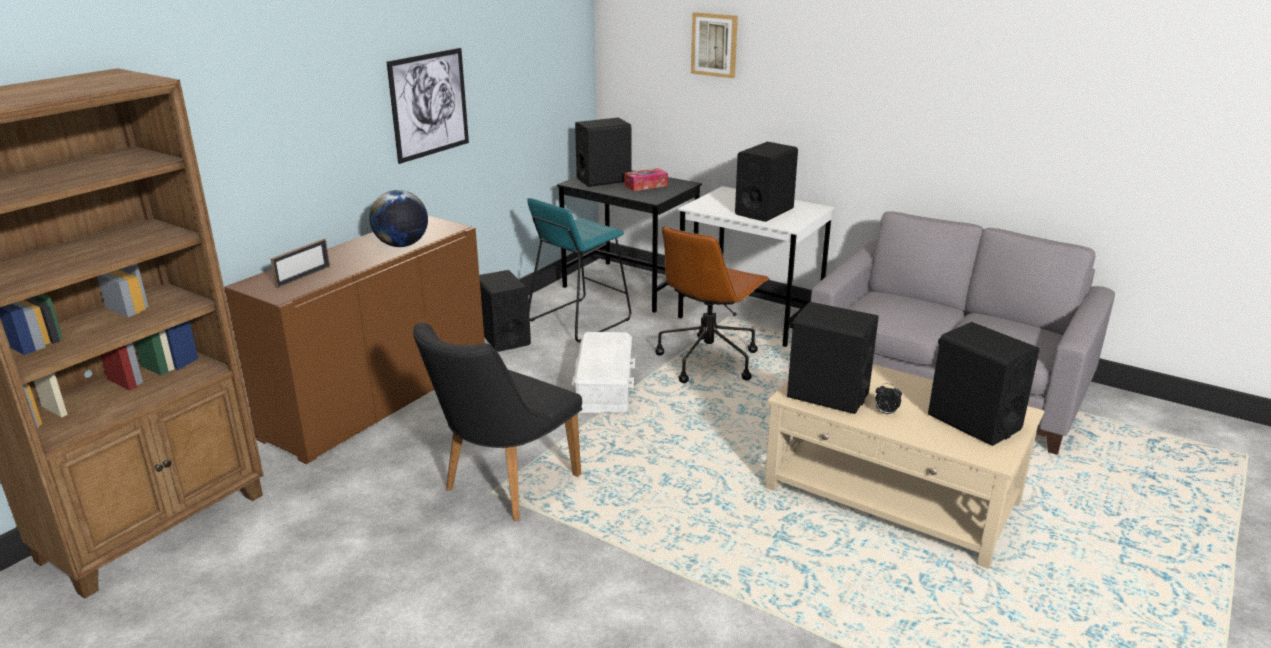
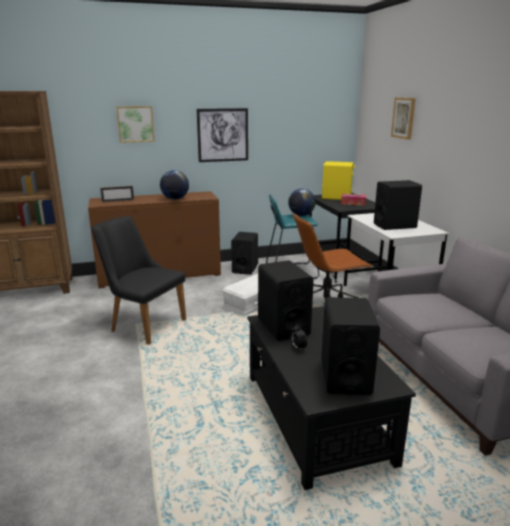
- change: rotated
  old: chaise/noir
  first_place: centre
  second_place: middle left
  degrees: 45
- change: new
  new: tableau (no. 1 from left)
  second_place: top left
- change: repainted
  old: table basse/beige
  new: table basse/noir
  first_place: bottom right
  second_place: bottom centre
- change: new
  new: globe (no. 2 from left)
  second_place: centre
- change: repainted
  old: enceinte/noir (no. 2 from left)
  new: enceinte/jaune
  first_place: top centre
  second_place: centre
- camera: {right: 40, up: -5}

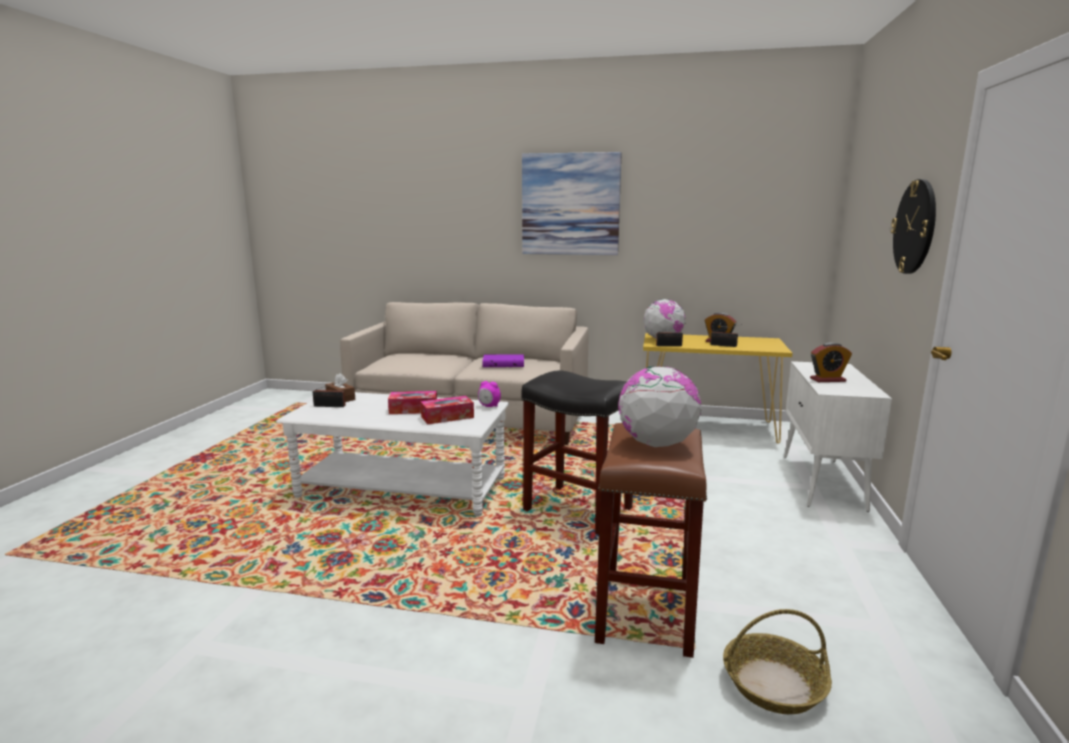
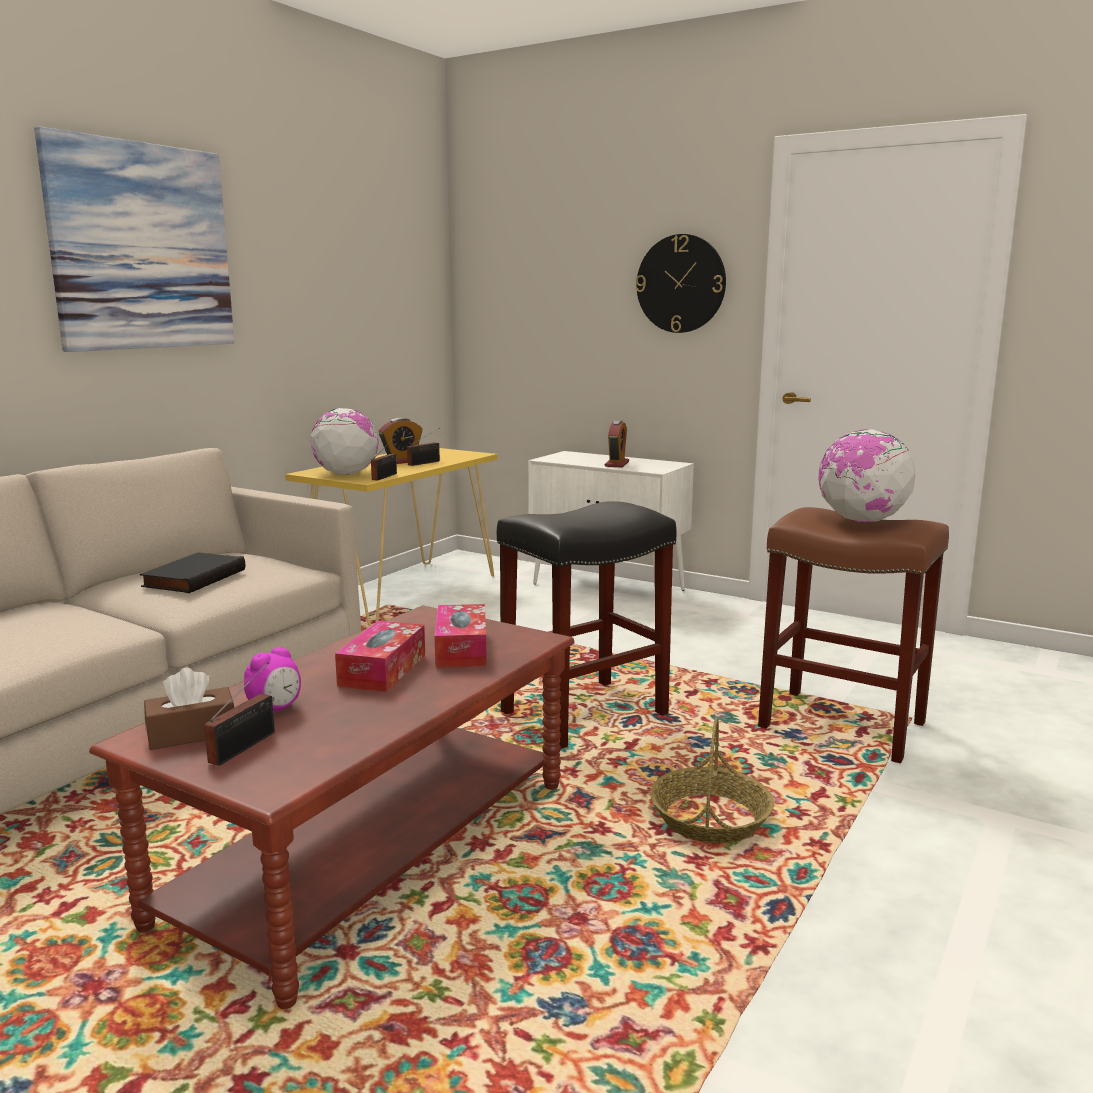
- change: repainted
  old: table basse/blanc
  new: table basse/marron
  first_place: centre
  second_place: bottom left
- change: repainted
  old: livre/violet
  new: livre/noir
  first_place: centre
  second_place: middle left
- change: shifted
  old: réveil (no. 1 from left)
  first_place: centre
  second_place: middle left
- change: shifted
  old: panier
  first_place: bottom right
  second_place: bottom centre
- camera: {right: -70, up: 0}

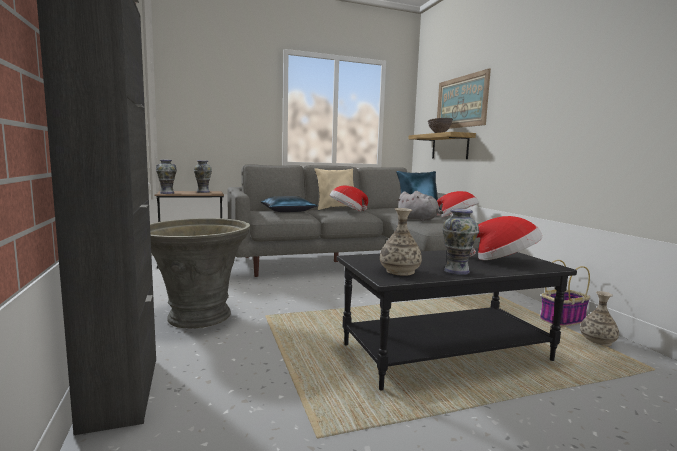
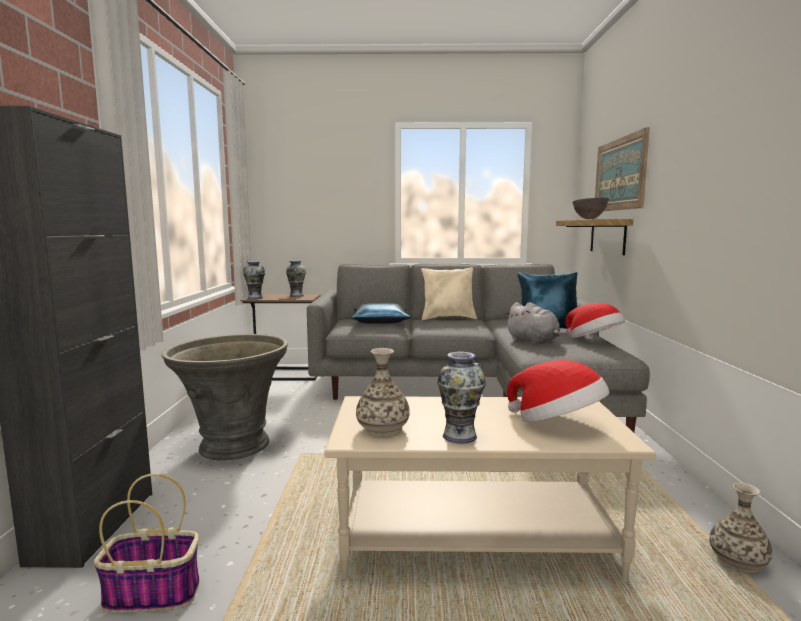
- change: shifted
  old: panier
  first_place: middle right
  second_place: bottom left
- change: repainted
  old: table basse/noir
  new: table basse/beige
  first_place: bottom right
  second_place: bottom centre
- change: gone
  old: chapeau (no. 1 from left)
  first_place: centre
- camera: {right: 20, up: 0}

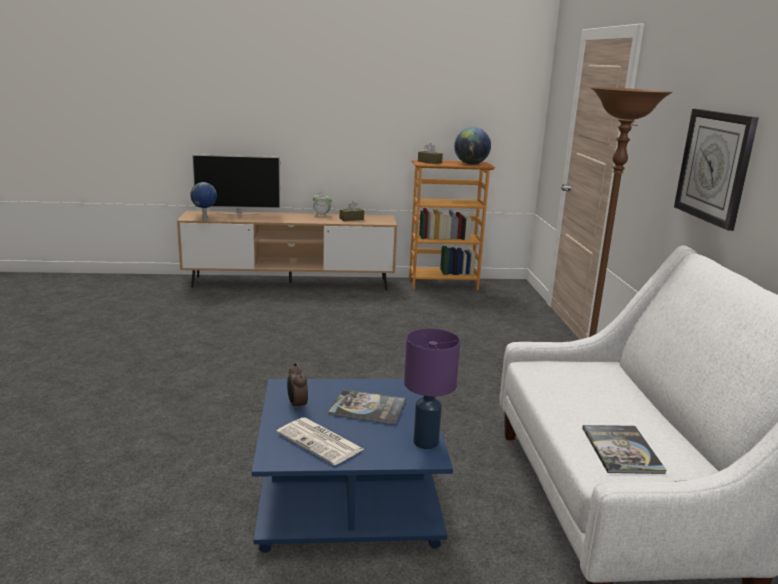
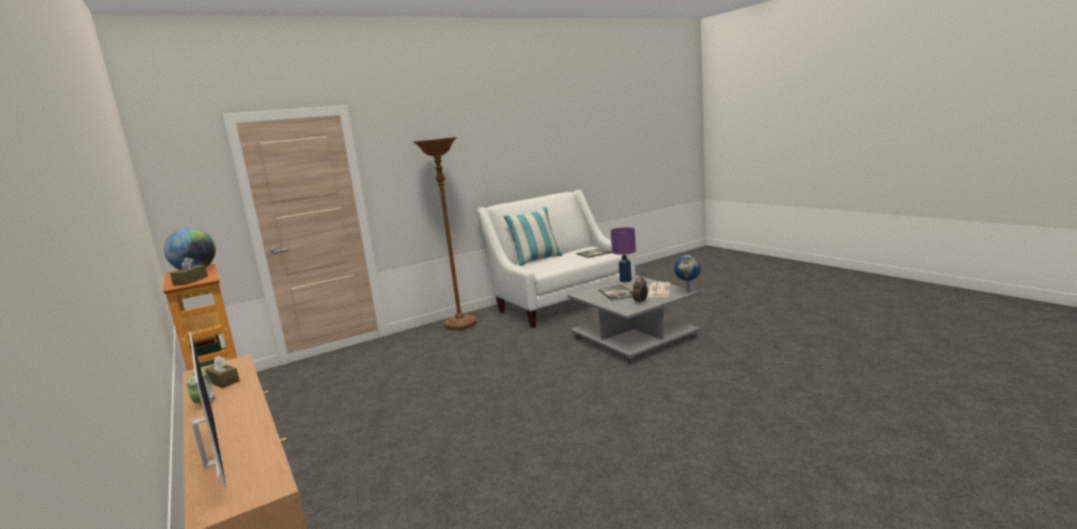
- change: new
  new: coussin
  second_place: centre
- change: repainted
  old: table basse/bleu
  new: table basse/gris
  first_place: bottom centre
  second_place: centre
- change: shifted
  old: globe (no. 1 from left in the first image)
  new: globe (no. 2 from left)
  first_place: middle left
  second_place: centre
- change: gone
  old: horloge murale
  first_place: top right
- camera: {right: -115, up: -5}

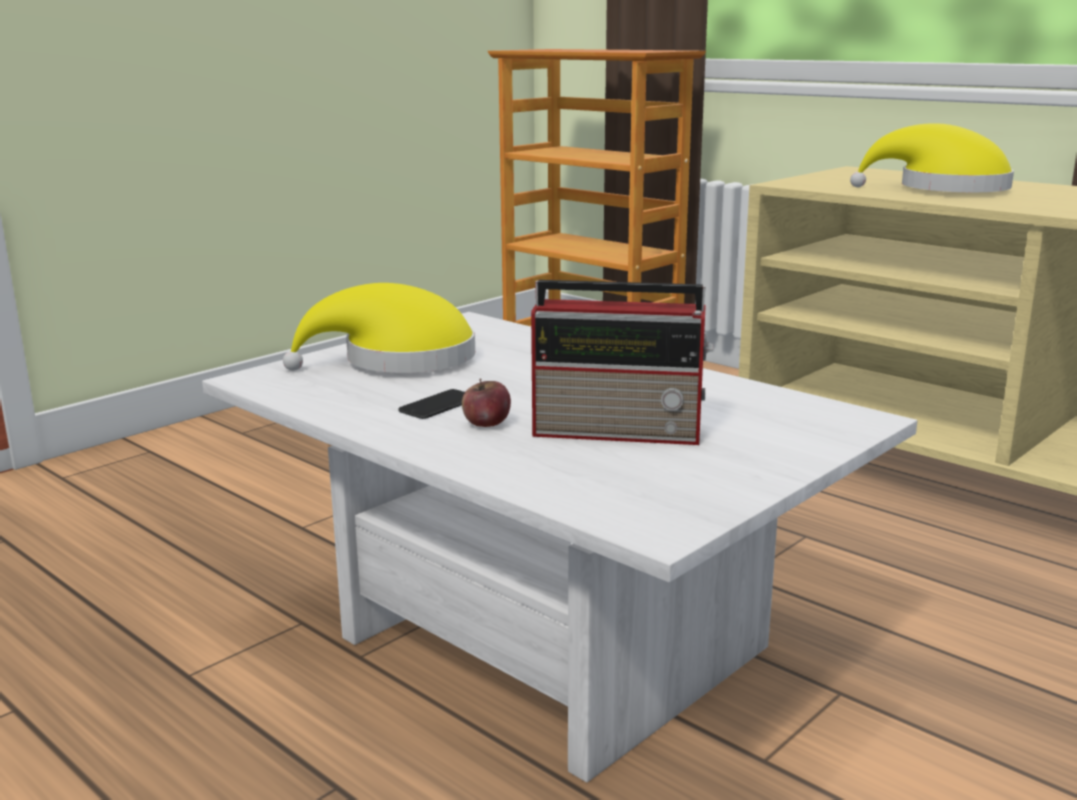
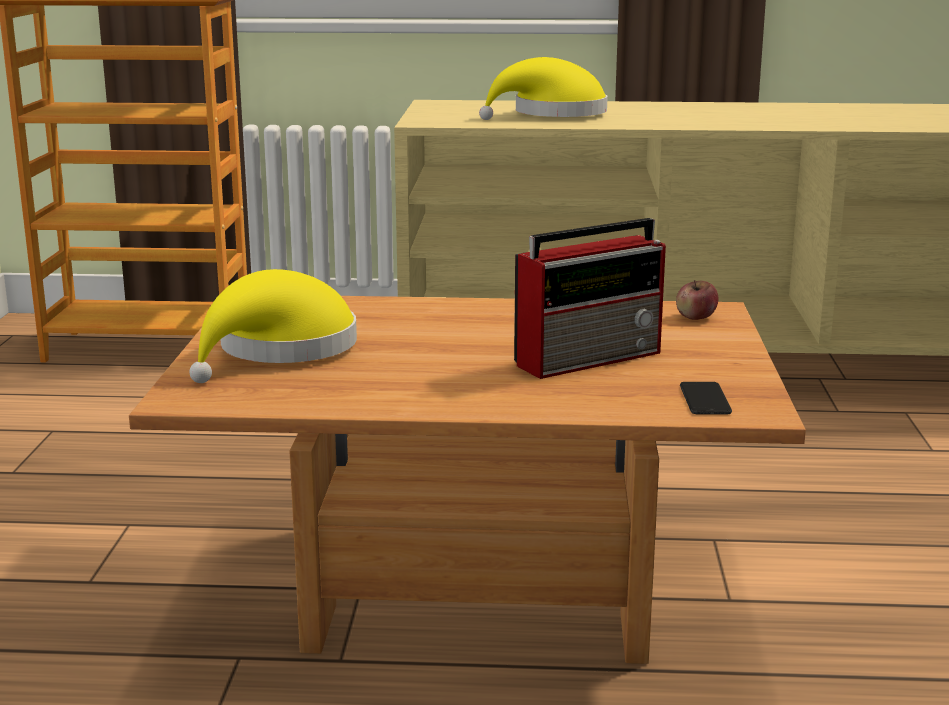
- change: repainted
  old: table basse/blanc
  new: table basse/marron
  first_place: bottom centre
  second_place: bottom centre
- change: shifted
  old: pomme
  first_place: centre
  second_place: middle right
- change: shifted
  old: téléphone
  first_place: centre
  second_place: middle right
- camera: {right: -40, up: 0}

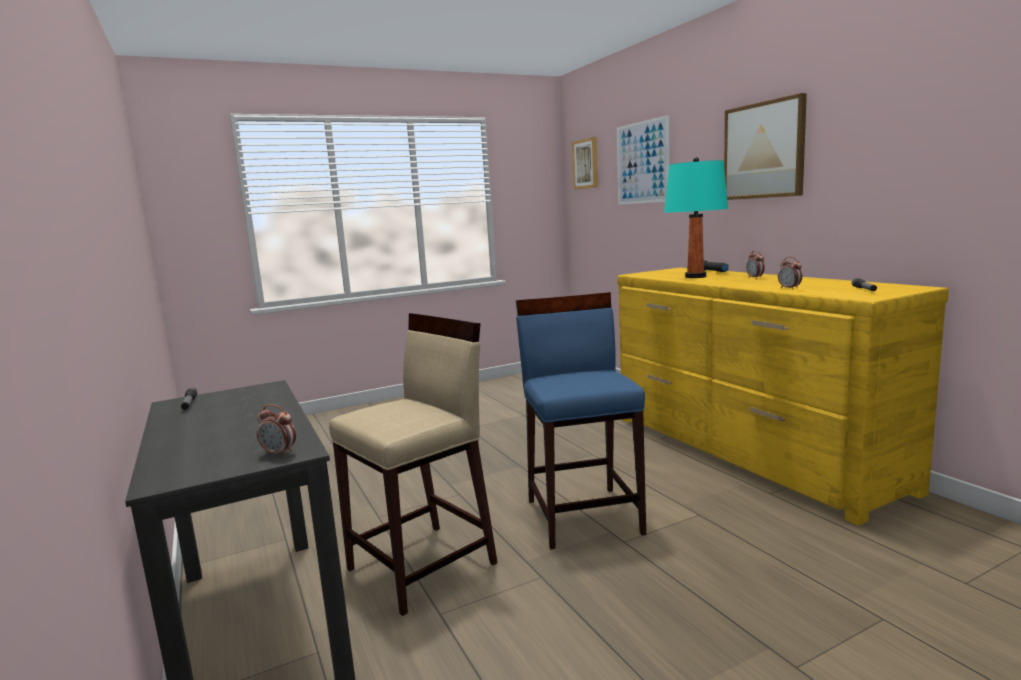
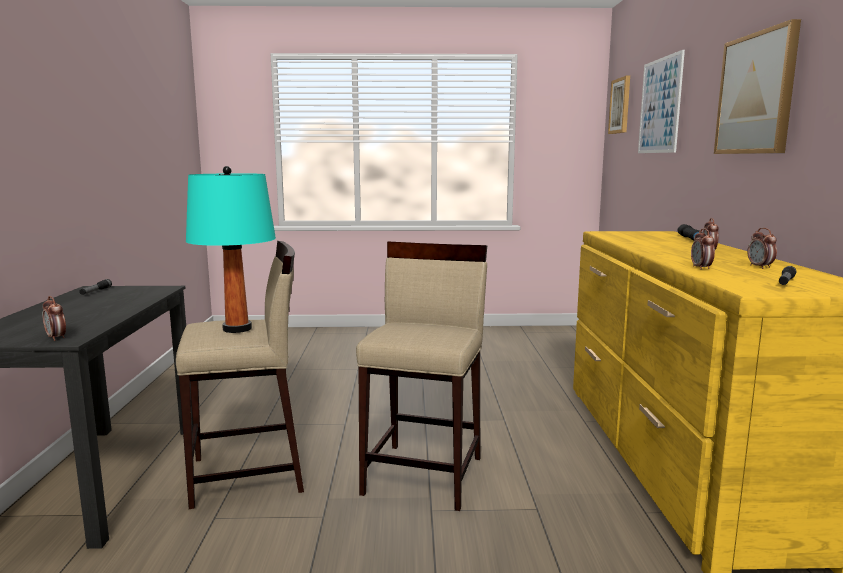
- change: shifted
  old: lampe de table/turquoise
  first_place: top right
  second_place: middle left
- change: repainted
  old: tabouret/bleu
  new: tabouret/beige (no. 2 from left)
  first_place: centre
  second_place: centre
- change: new
  new: réveil (no. 4 from left)
  second_place: middle right
- camera: {right: 25, up: 0}

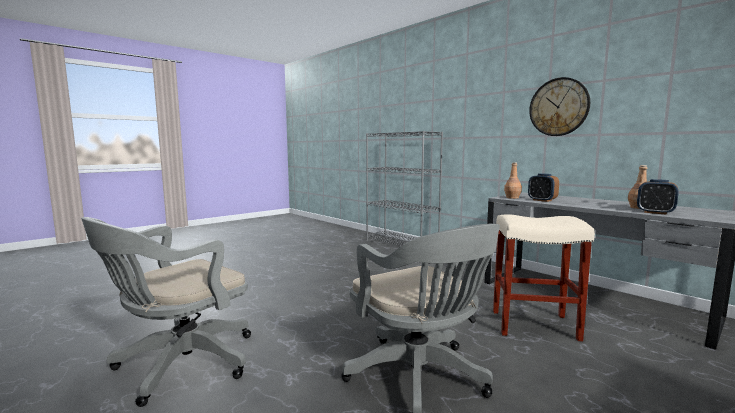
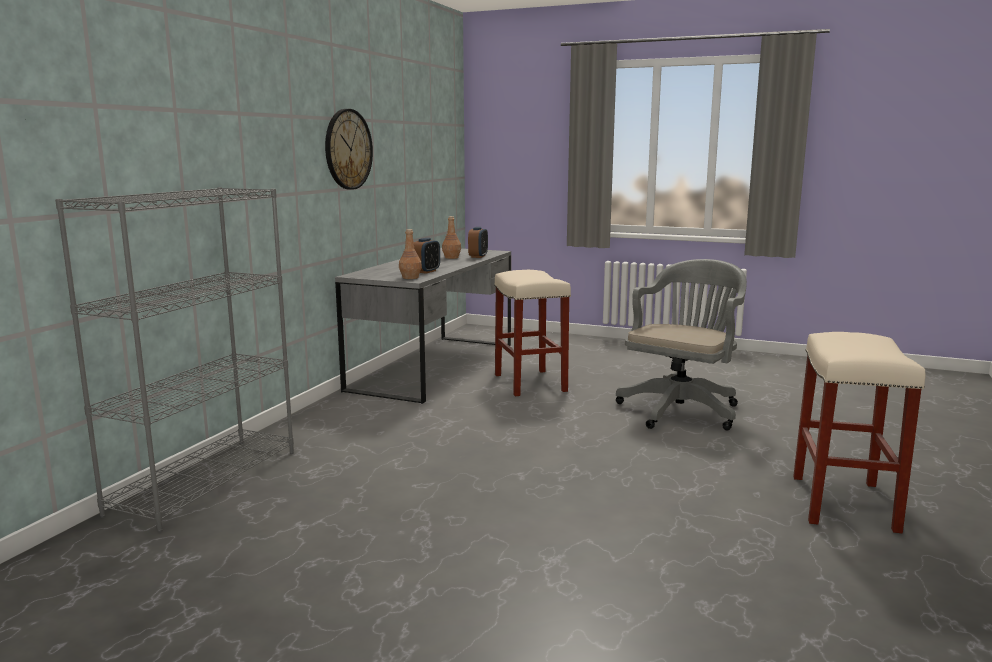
- change: swapped
  old: chaise de bureau/gris (no. 1 from left)
  new: tabouret/beige (no. 2 from left)
  first_place: bottom left
  second_place: middle right
- camera: {right: -115, up: 5}

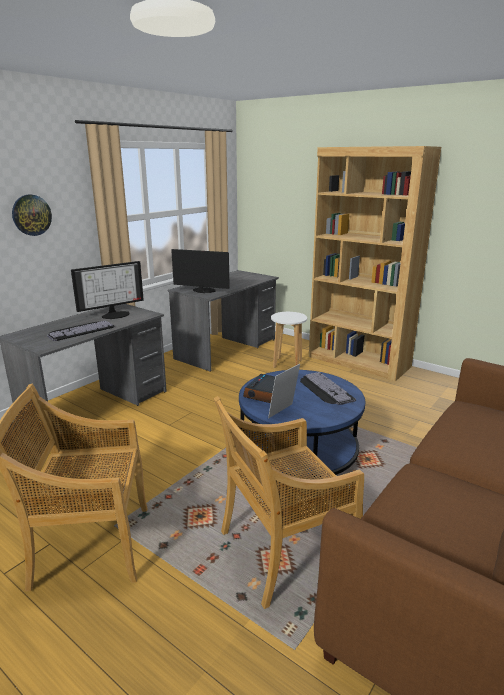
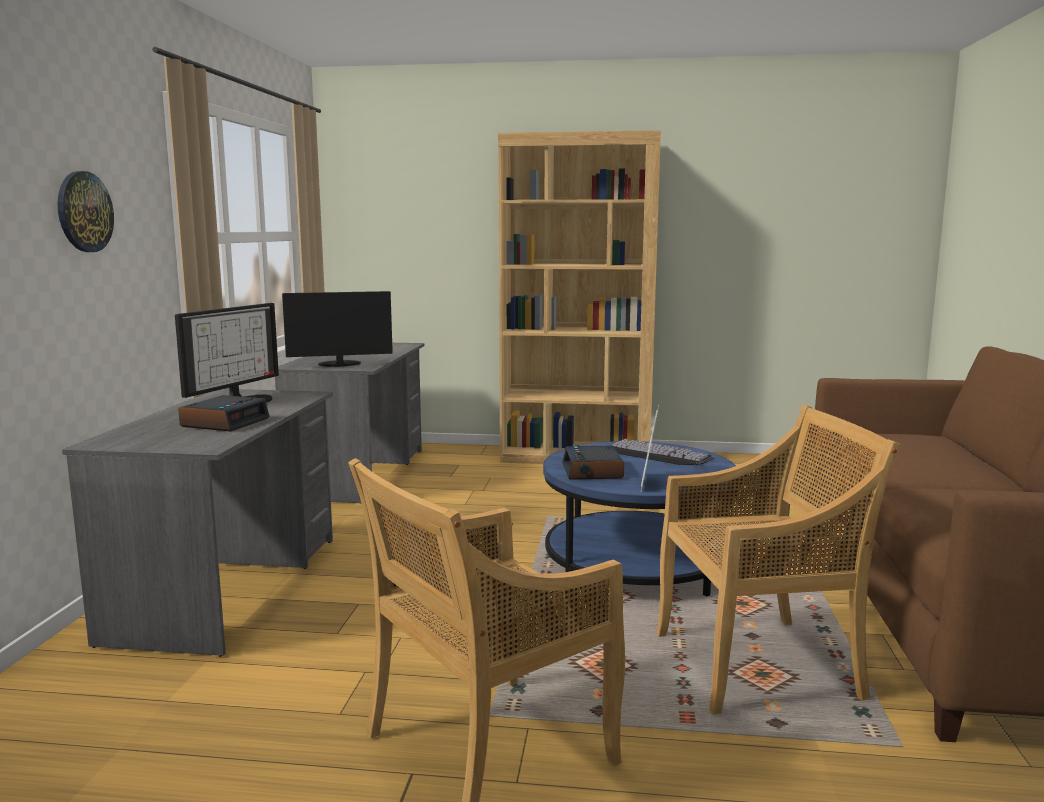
- change: swapped
  old: clavier (no. 1 from left)
  new: réveil (no. 1 from left)
  first_place: middle left
  second_place: middle left
- change: rotated
  old: chaise/beige (no. 2 from left)
  first_place: bottom centre
  second_place: bottom right
  degrees: -135
- change: gone
  old: tabouret/blanc
  first_place: centre
- camera: {right: -30, up: -10}

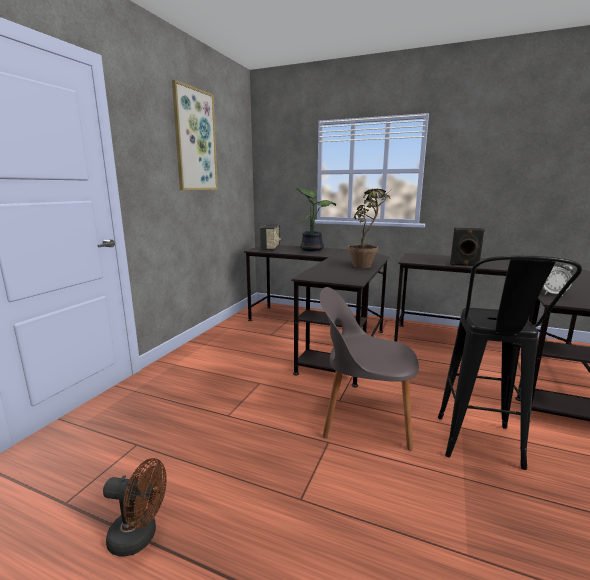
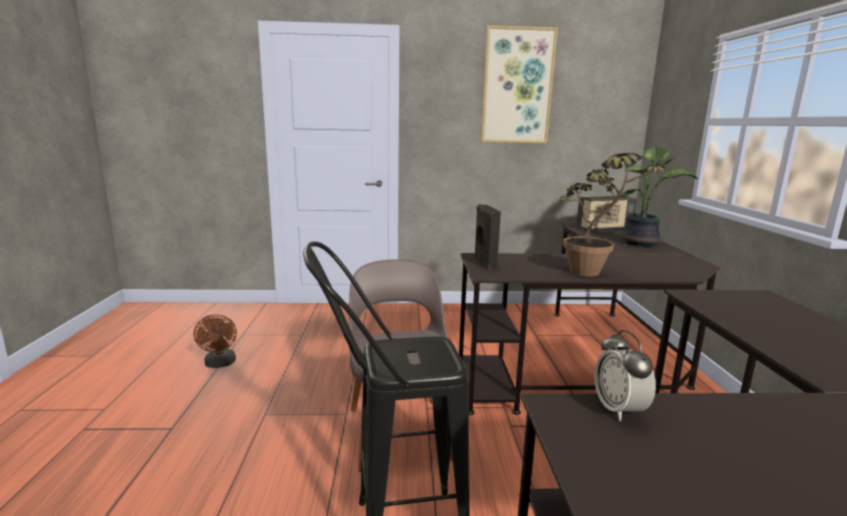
- change: shifted
  old: enceinte/noir
  first_place: middle right
  second_place: centre
- camera: {right: 65, up: 0}

